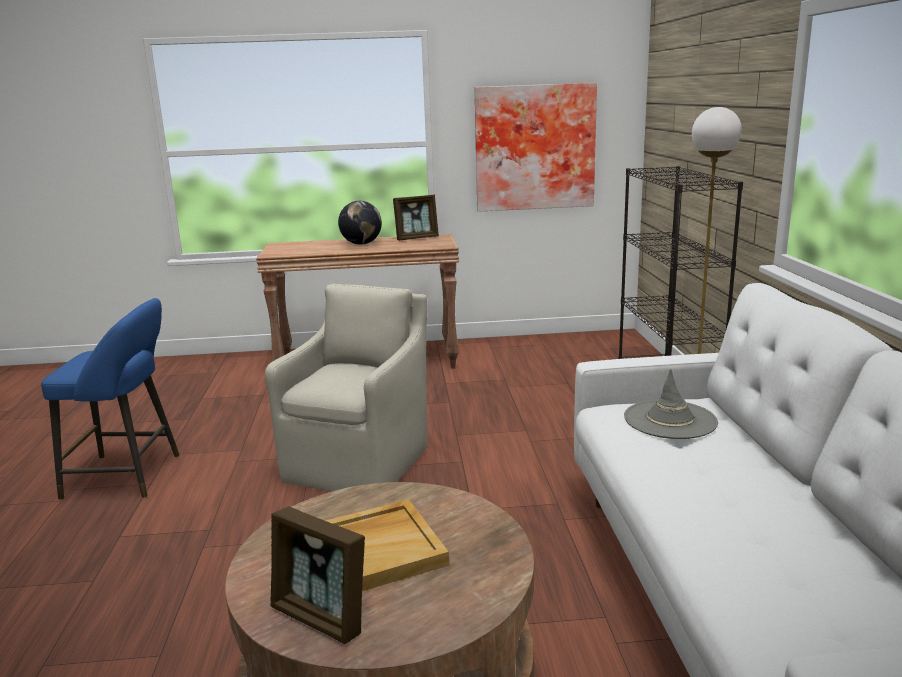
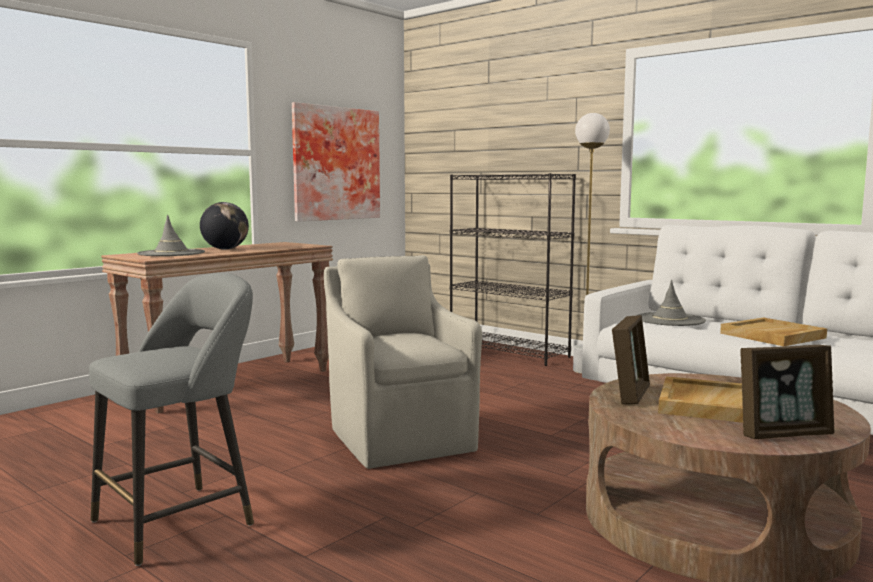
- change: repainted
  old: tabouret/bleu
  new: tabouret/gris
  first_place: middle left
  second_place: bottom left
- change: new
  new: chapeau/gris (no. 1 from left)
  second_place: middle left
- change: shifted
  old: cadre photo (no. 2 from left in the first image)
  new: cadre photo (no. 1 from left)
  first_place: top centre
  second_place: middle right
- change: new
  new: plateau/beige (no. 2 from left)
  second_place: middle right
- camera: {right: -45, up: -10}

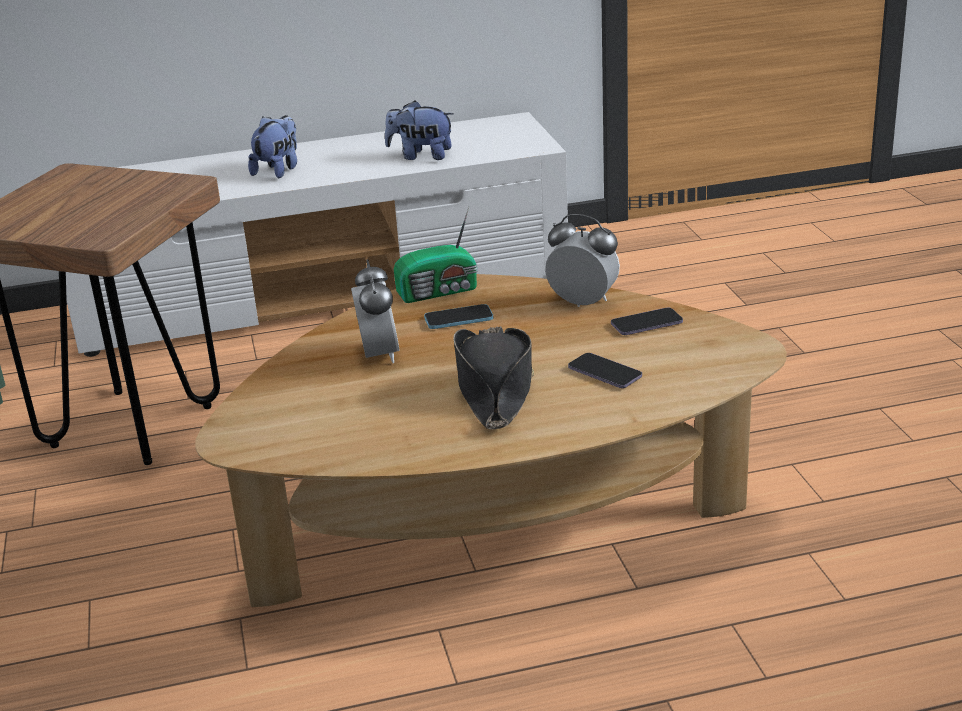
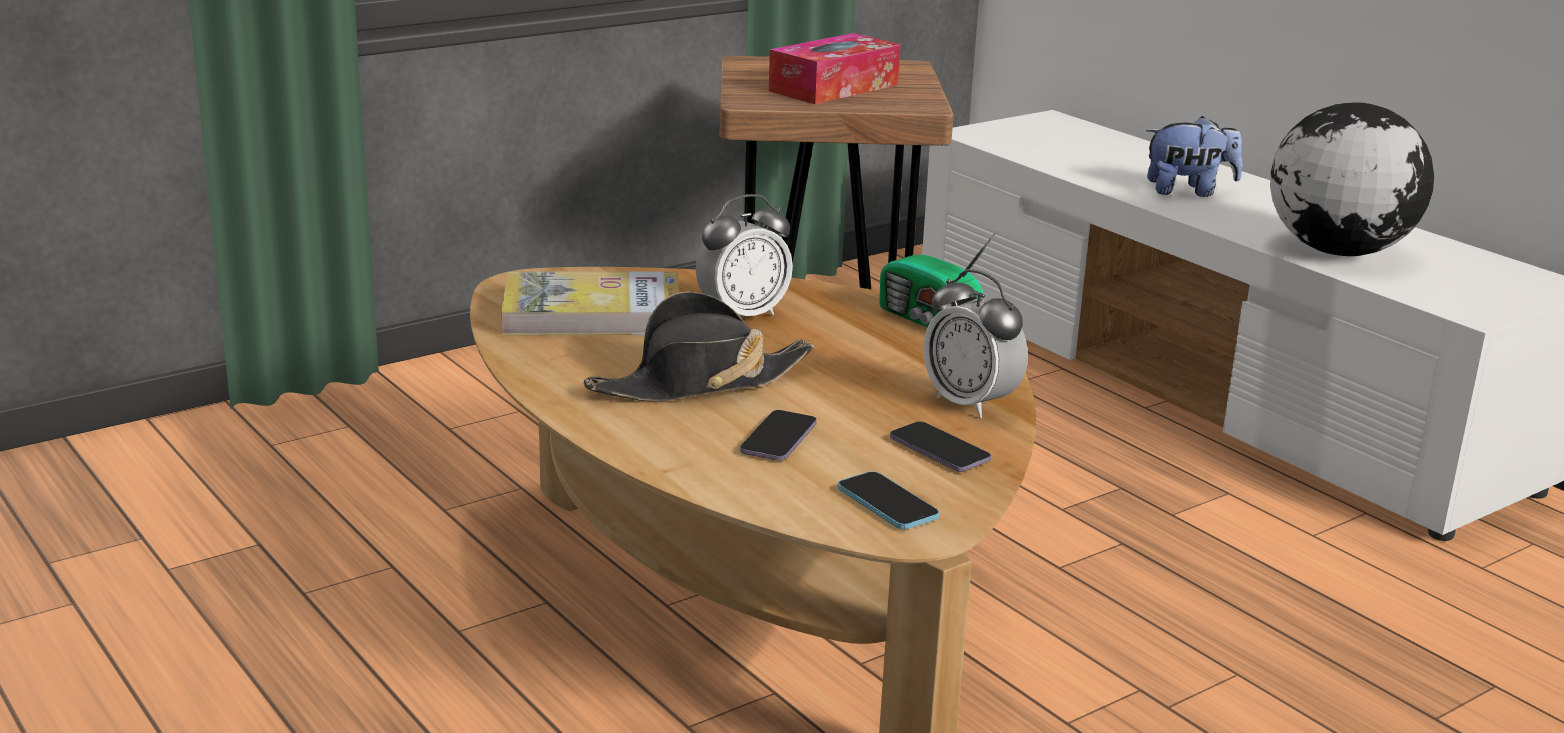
- change: new
  new: livre
  second_place: centre
- change: new
  new: boîte à mouchoirs
  second_place: top centre
- change: shifted
  old: téléphone (no. 1 from left in the first image)
  new: téléphone (no. 2 from left)
  first_place: centre
  second_place: bottom centre
- change: rotated
  old: réveil (no. 2 from left)
  first_place: centre
  second_place: centre
  degrees: 135
- change: swapped
  old: peluche (no. 2 from left)
  new: globe
  first_place: top centre
  second_place: top right
- camera: {right: 65, up: -5}

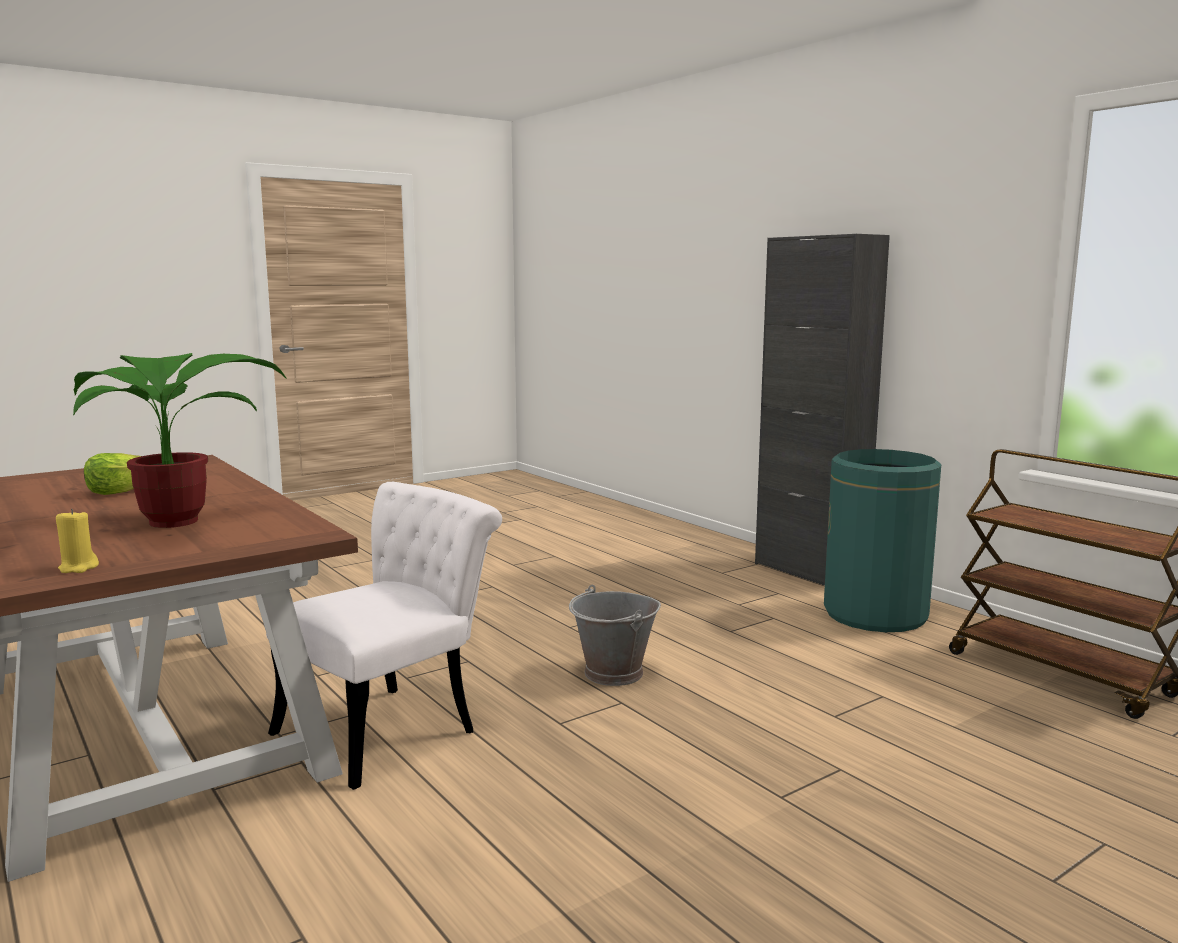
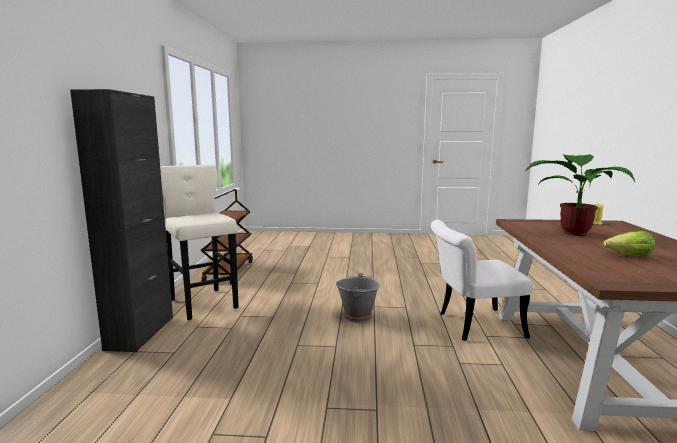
- change: swapped
  old: poubelle/vert
  new: tabouret/beige
  first_place: middle right
  second_place: middle left
- camera: {right: -140, up: 0}

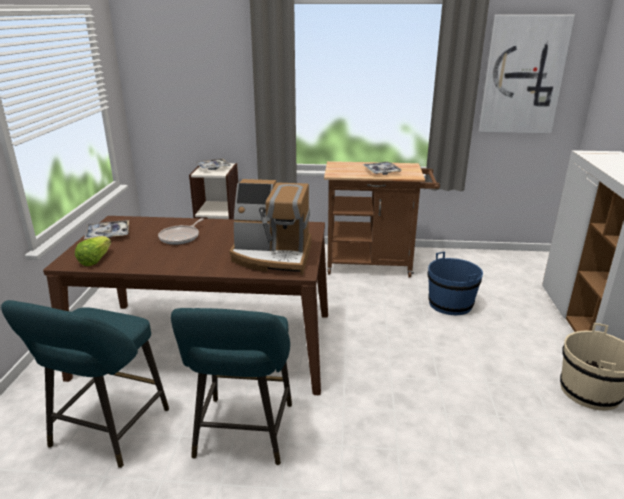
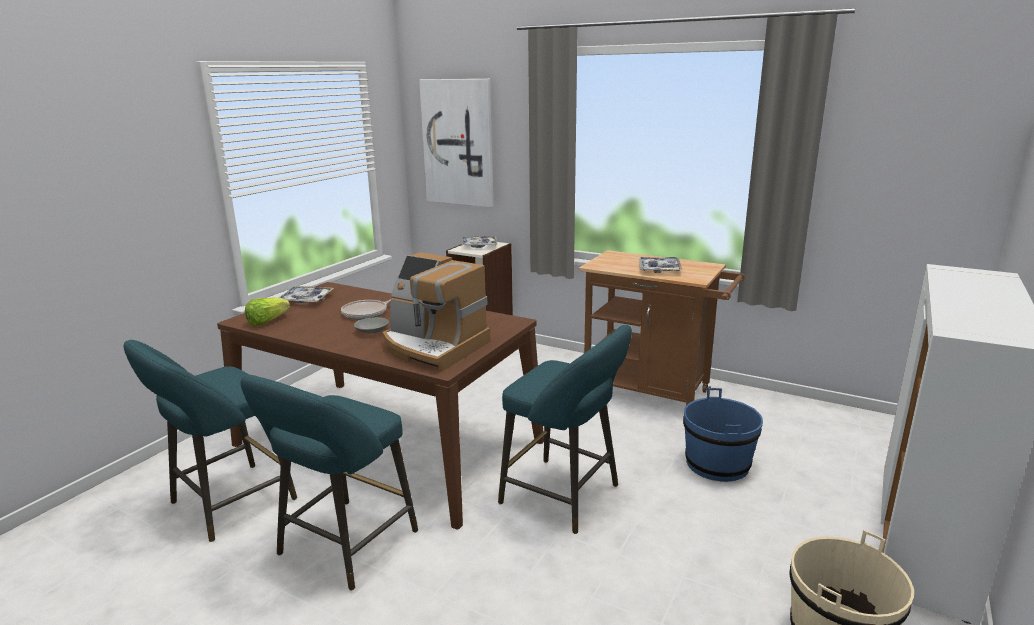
- change: new
  new: bol/gris
  second_place: centre
- change: shifted
  old: tableau
  first_place: top right
  second_place: top centre
- change: new
  new: tabouret/turquoise (no. 3 from left)
  second_place: bottom centre
- camera: {right: 25, up: -5}

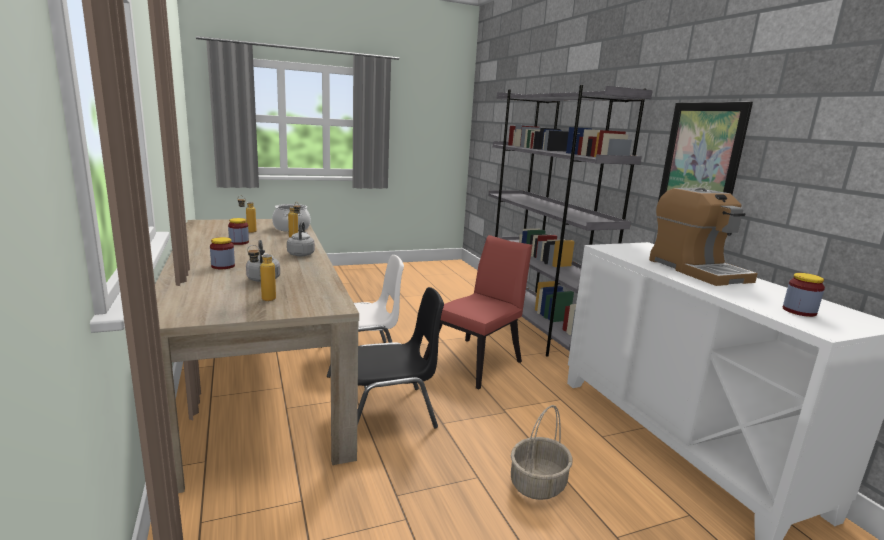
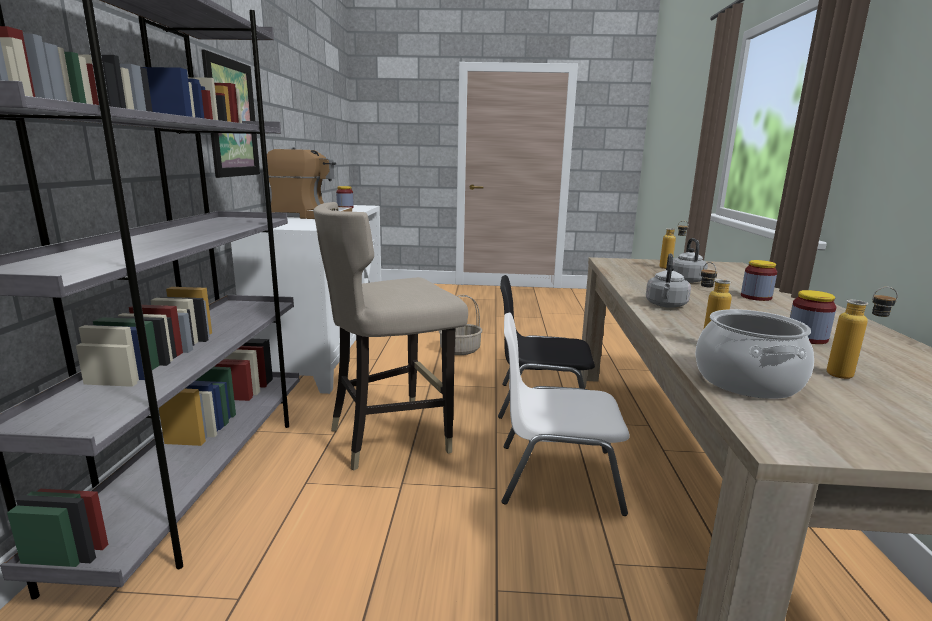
- change: rotated
  old: machine à café
  first_place: middle right
  second_place: top left
  degrees: 90
- change: swapped
  old: chaise/rouge
  new: tabouret/beige
  first_place: centre
  second_place: centre
- camera: {right: -155, up: 0}

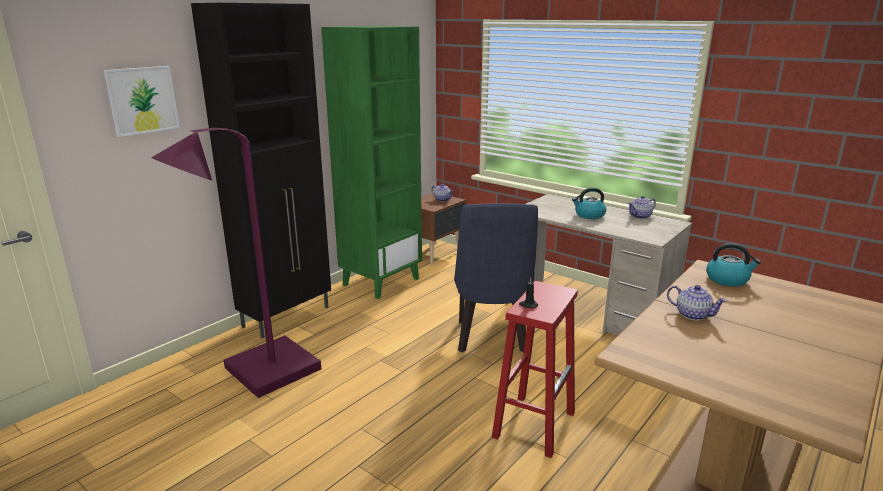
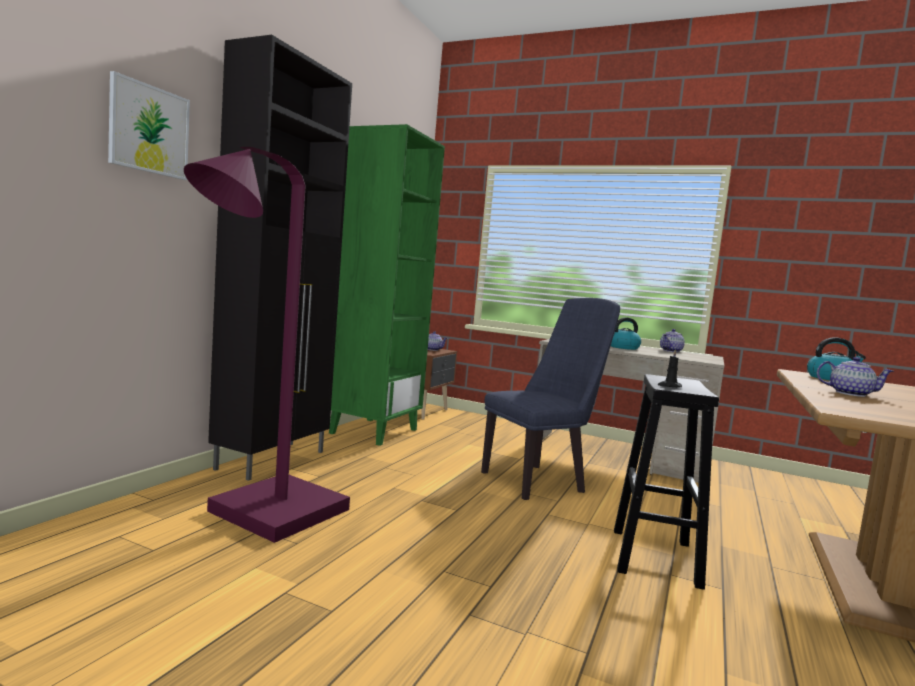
- change: rotated
  old: chaise/bleu
  first_place: centre
  second_place: centre
  degrees: -105
- change: repainted
  old: tabouret/rouge
  new: tabouret/noir
  first_place: bottom centre
  second_place: bottom right
- camera: {right: -15, up: -15}

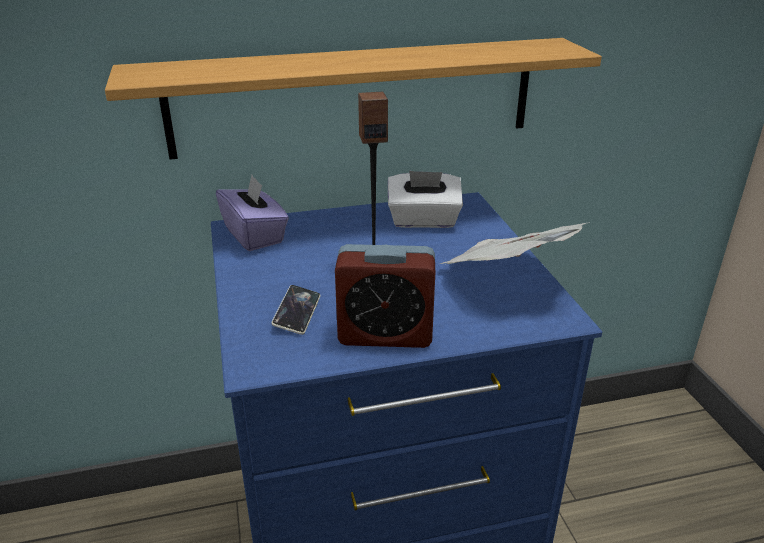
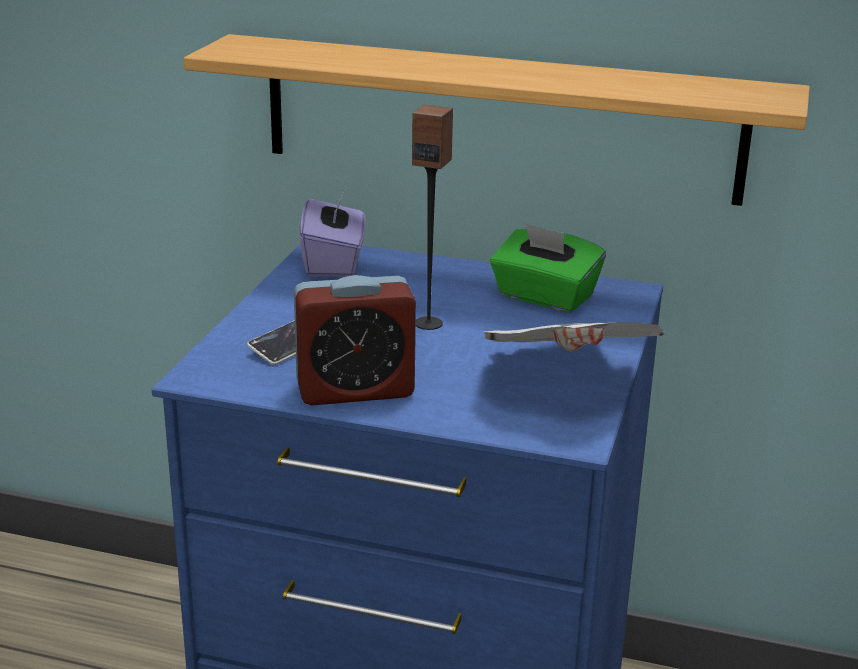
- change: rotated
  old: réveil
  first_place: centre
  second_place: centre
  degrees: -45
- change: repainted
  old: boîte à mouchoirs/blanc
  new: boîte à mouchoirs/vert
  first_place: centre
  second_place: centre
- camera: {right: 30, up: -5}

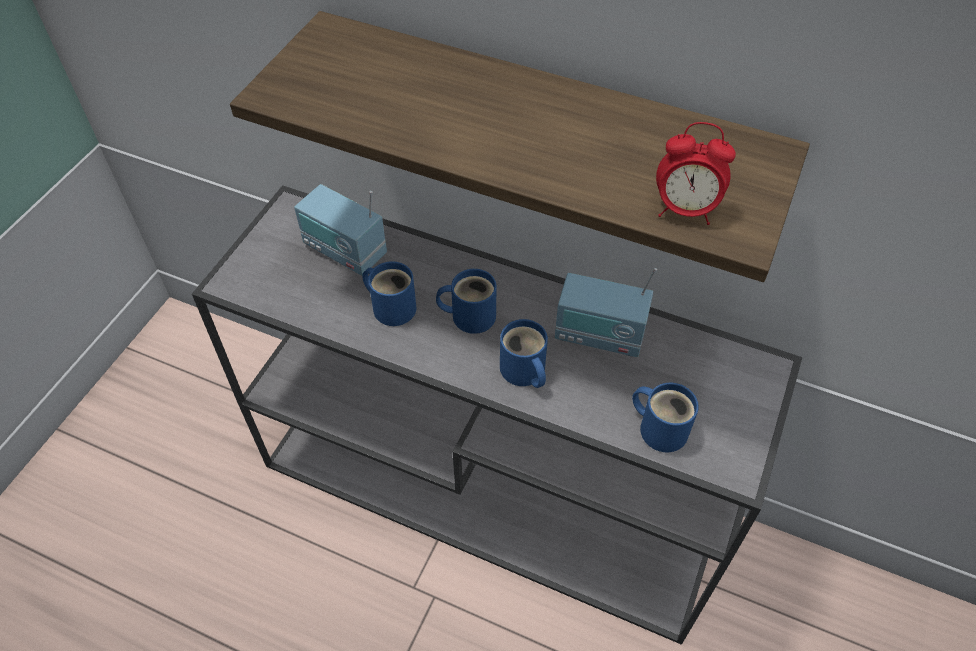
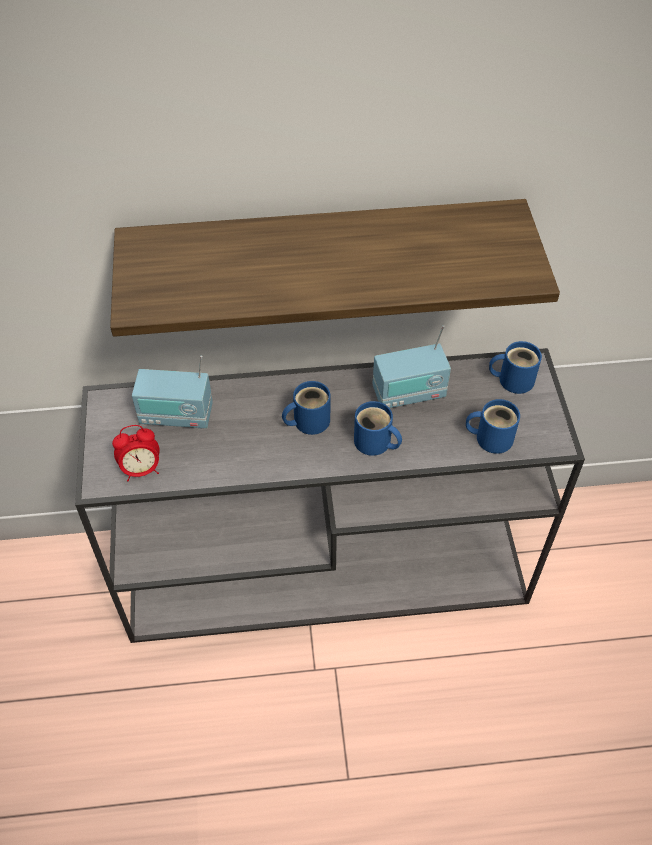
- change: shifted
  old: réveil
  first_place: top right
  second_place: middle left
- change: shifted
  old: mug/bleu (no. 1 from left in the first image)
  new: mug/bleu (no. 4 from left)
  first_place: centre
  second_place: middle right
- camera: {right: -30, up: 0}

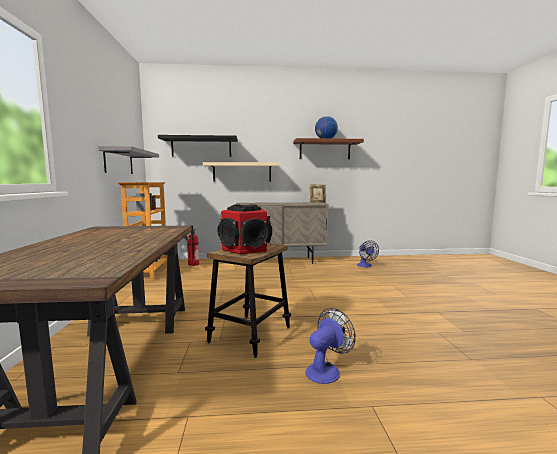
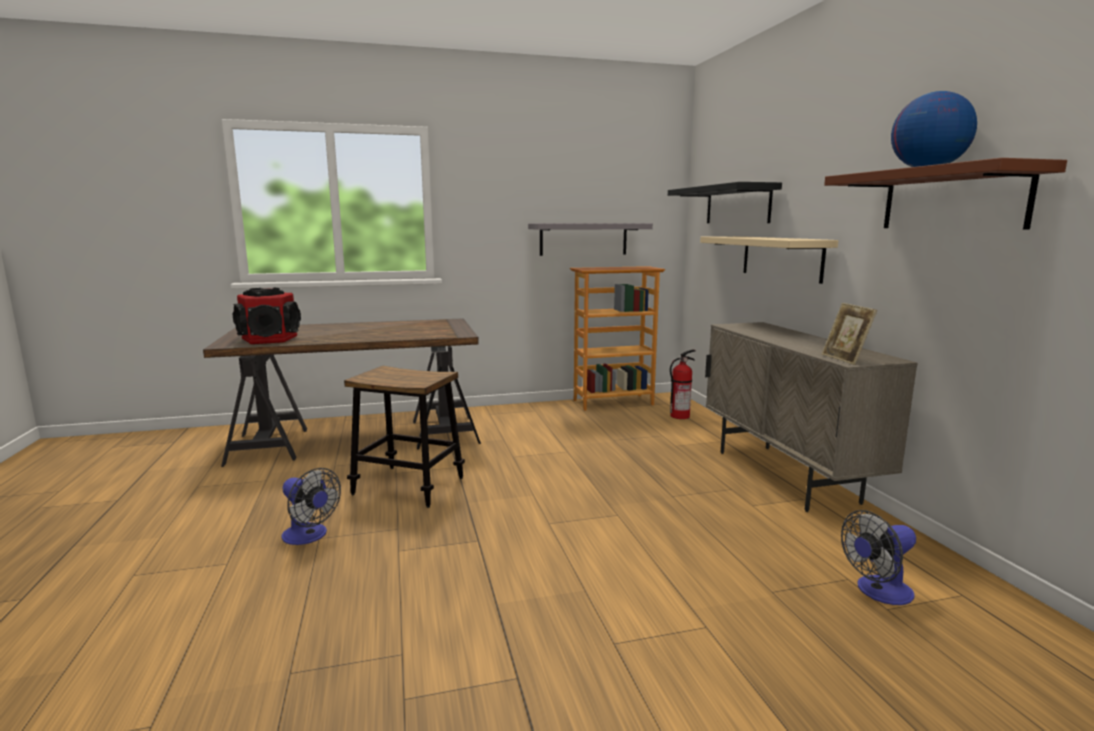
- change: shifted
  old: enceinte
  first_place: centre
  second_place: middle left
- camera: {right: 80, up: 5}

